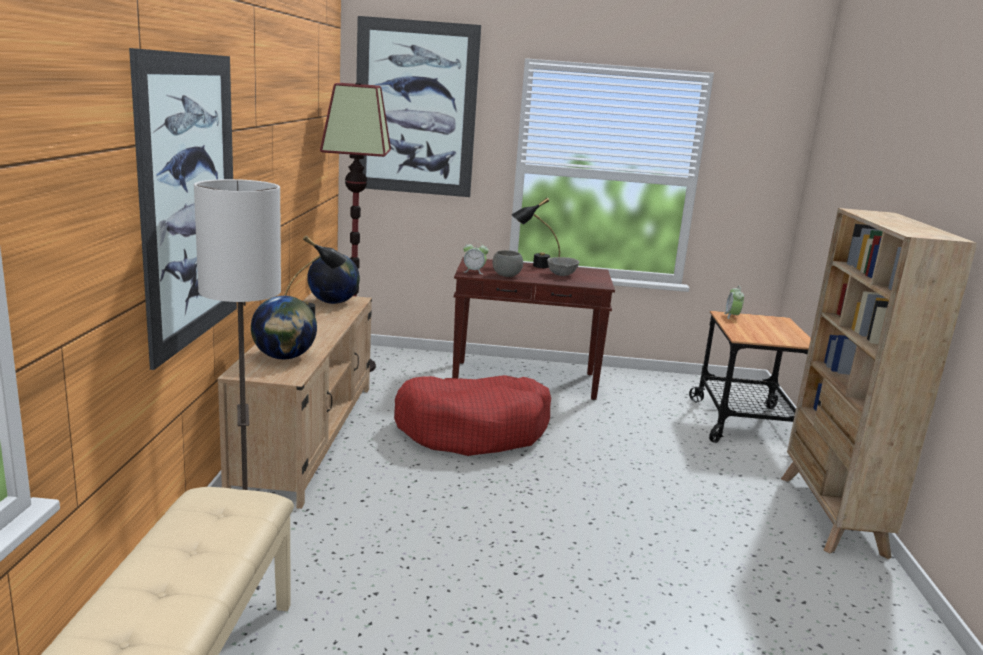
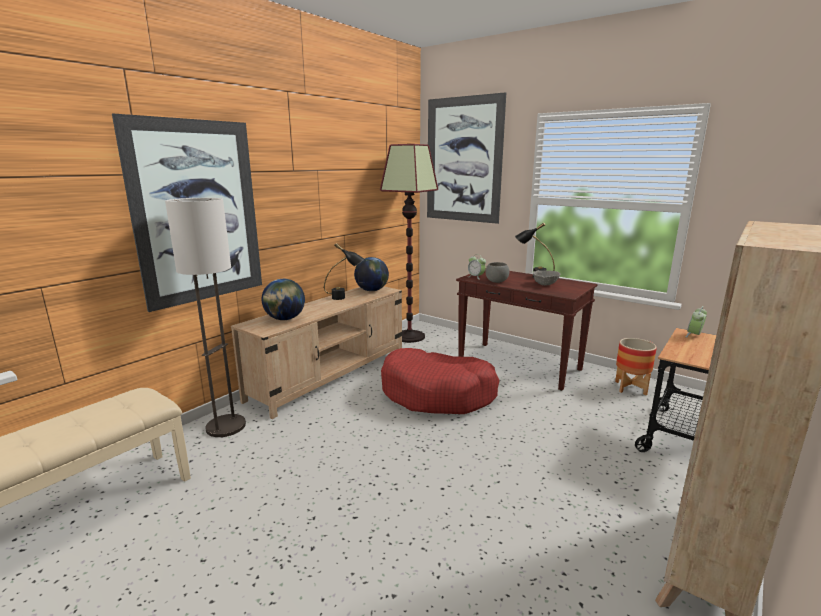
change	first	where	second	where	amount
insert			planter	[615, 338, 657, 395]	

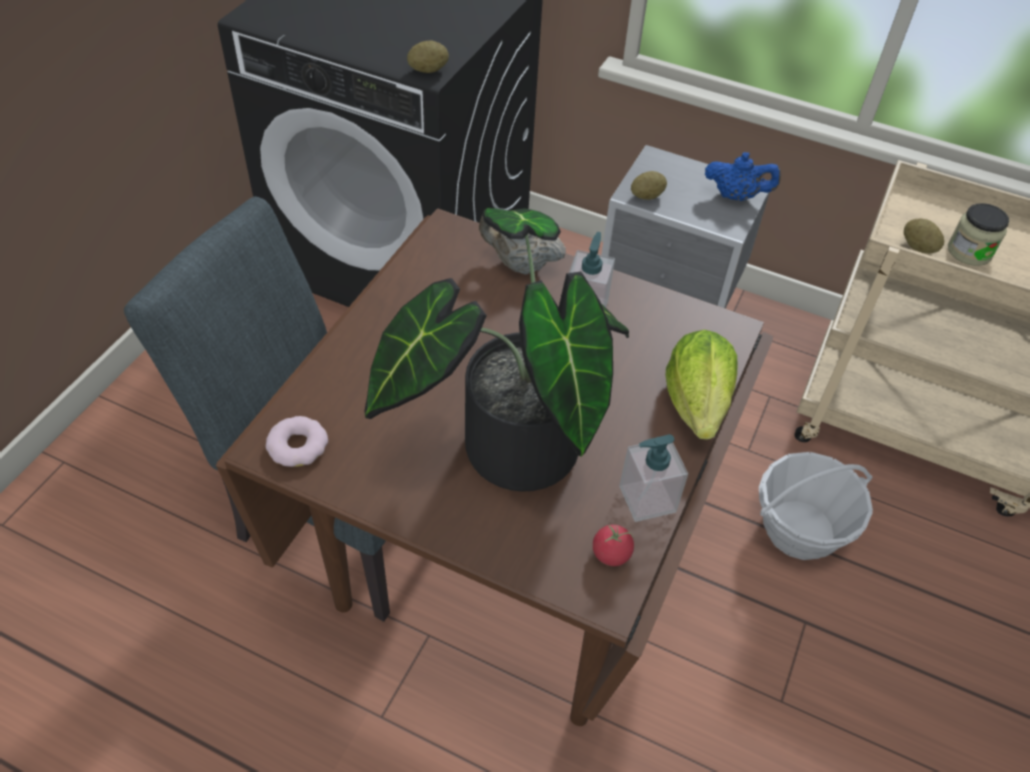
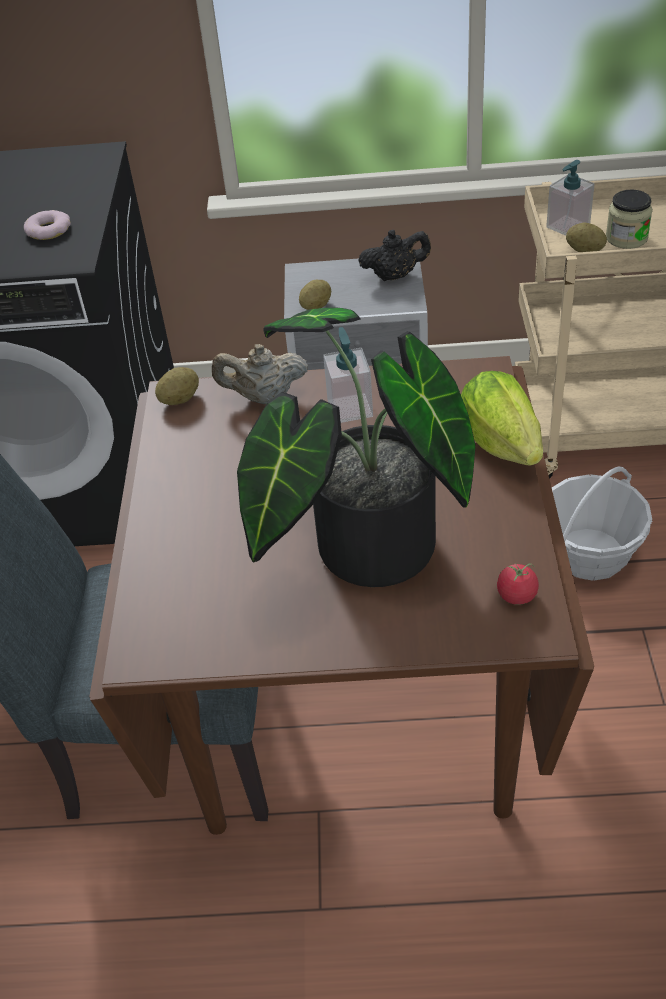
change	first	where	second	where	amount
move	donut	[266, 416, 328, 467]		[24, 210, 71, 240]	
move	spud	[407, 40, 449, 73]		[155, 367, 199, 405]	
move	soap bottle	[619, 434, 688, 522]		[546, 160, 595, 236]	
recolor	blue pot for tea	[705, 152, 781, 201]	black-coloured pot for tea	[358, 229, 431, 281]	

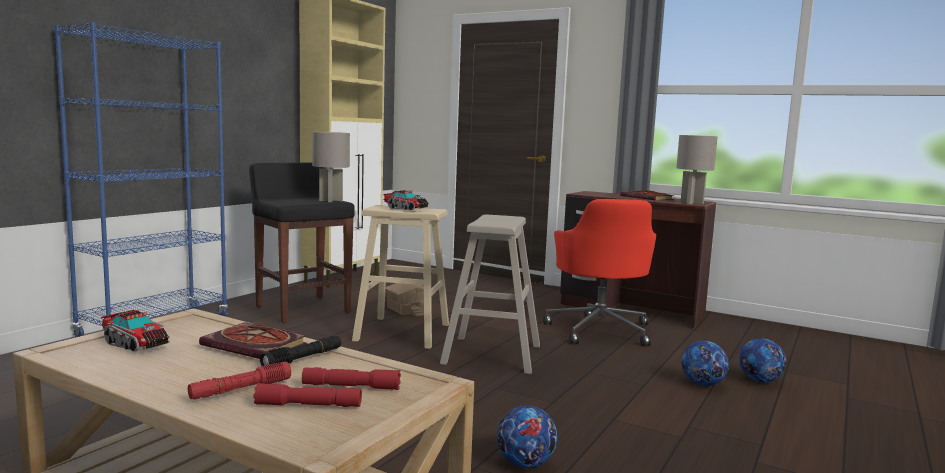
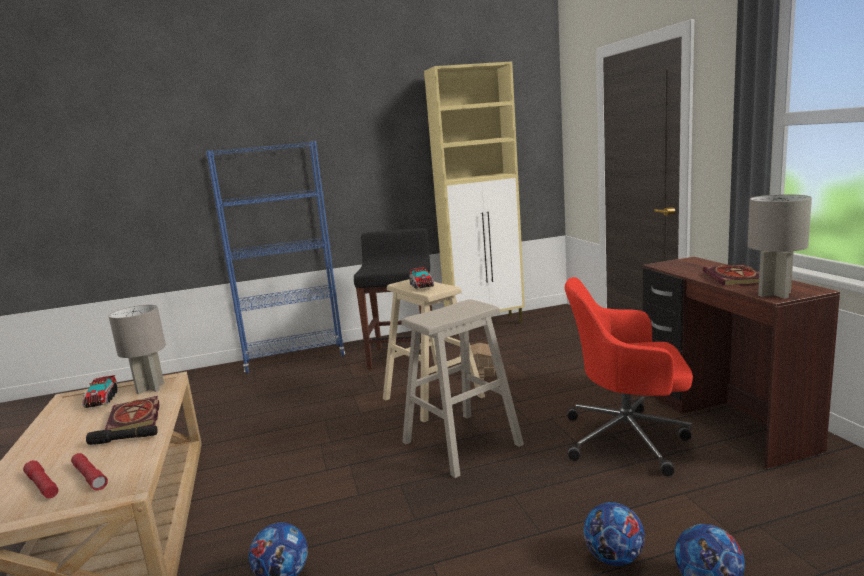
change	first	where	second	where	amount
delete	red-coloured torch	[188, 362, 291, 399]			
move	grey lamp for a table	[312, 132, 350, 202]		[108, 305, 166, 394]	
rotate	red-coloured office chair	[543, 199, 656, 346]		[565, 277, 693, 476]	60 degrees clockwise

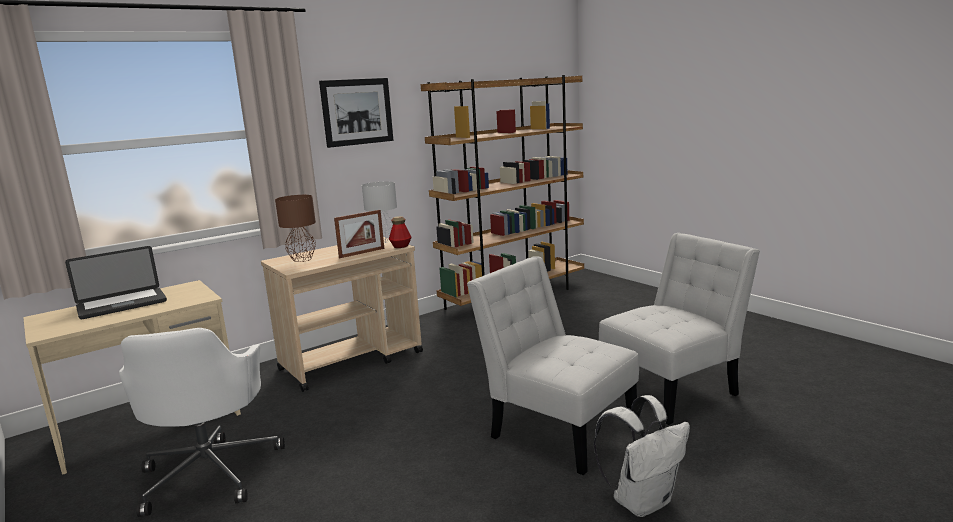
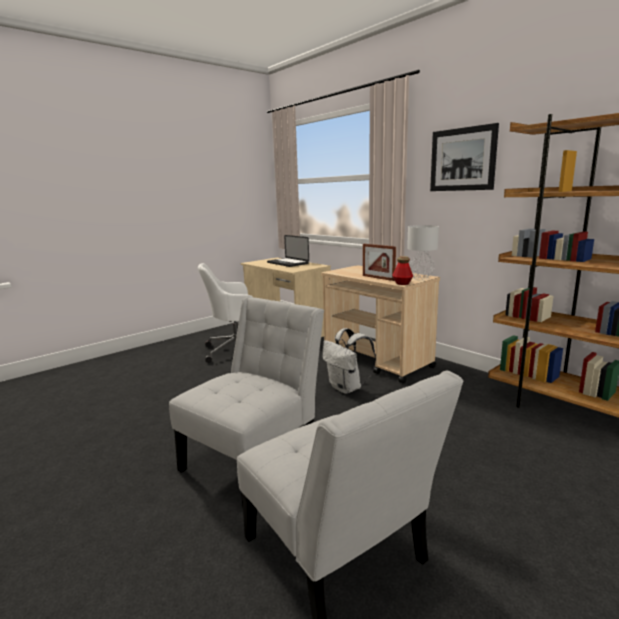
change	first	where	second	where	amount
delete	brown lamp for a table	[275, 195, 316, 262]			
move	white-coloured knapsack	[594, 395, 690, 517]		[322, 328, 376, 394]	

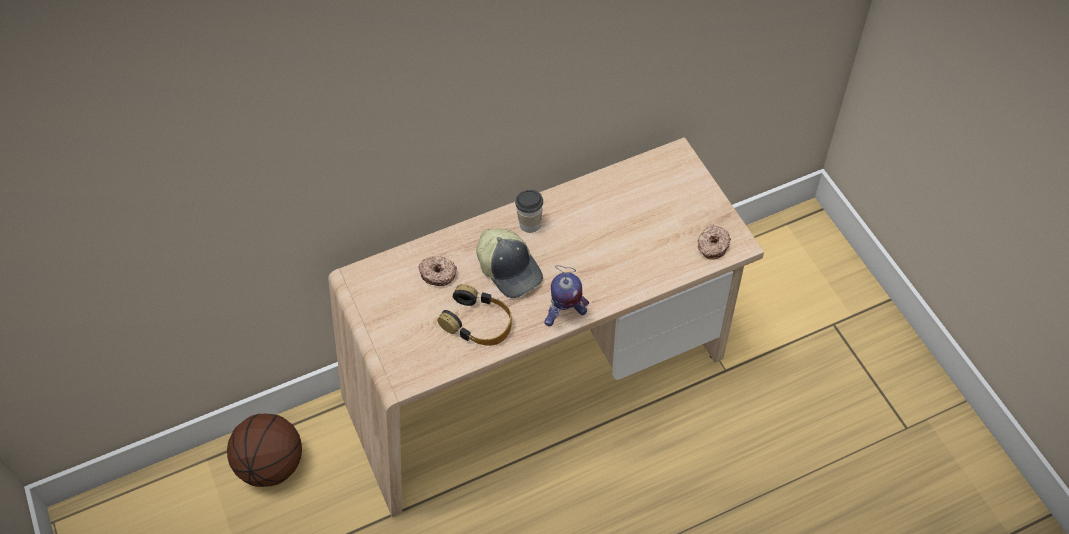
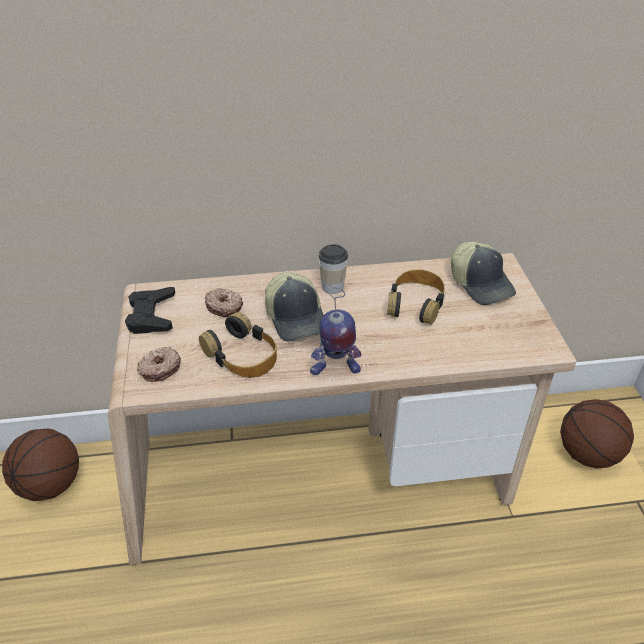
change	first	where	second	where	amount
insert			black-coloured gamepad	[125, 287, 175, 334]	
insert			headset	[387, 269, 446, 325]	
insert			baseball cap	[451, 242, 516, 305]	
insert			ball for basketball	[560, 399, 634, 468]	
move	donut	[698, 225, 731, 260]		[137, 347, 181, 382]	

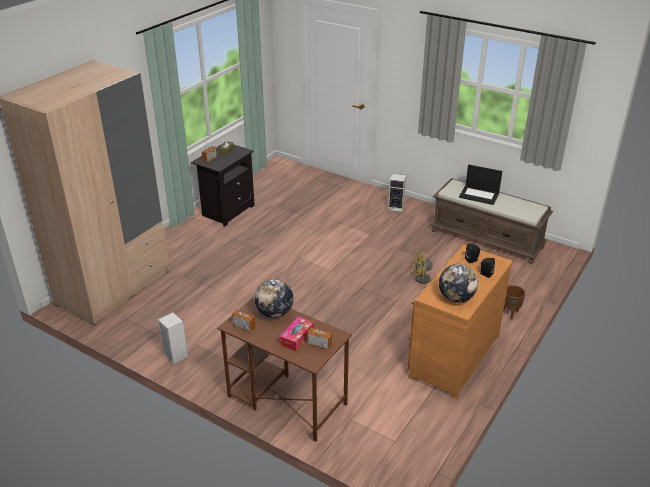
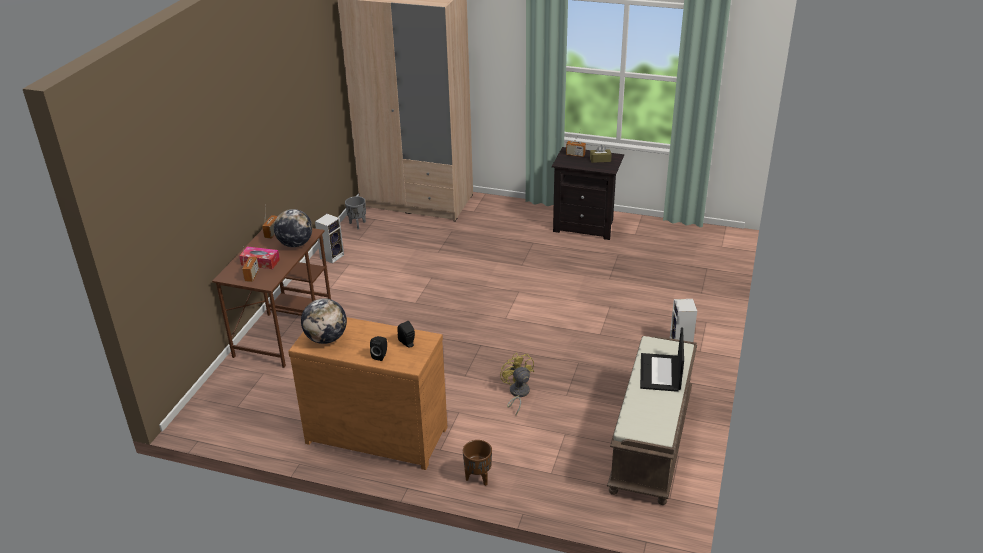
change	first	where	second	where	amount
insert			grey planter	[345, 196, 366, 229]	

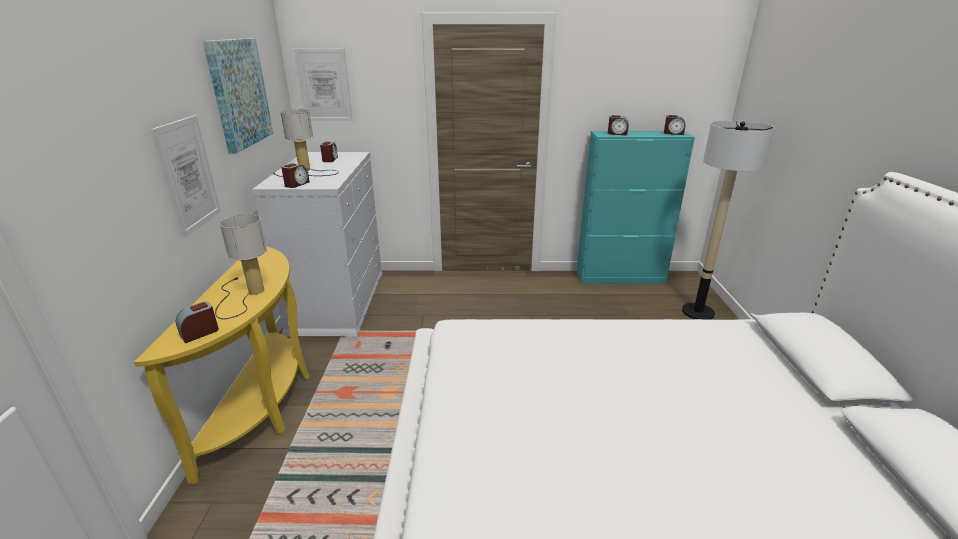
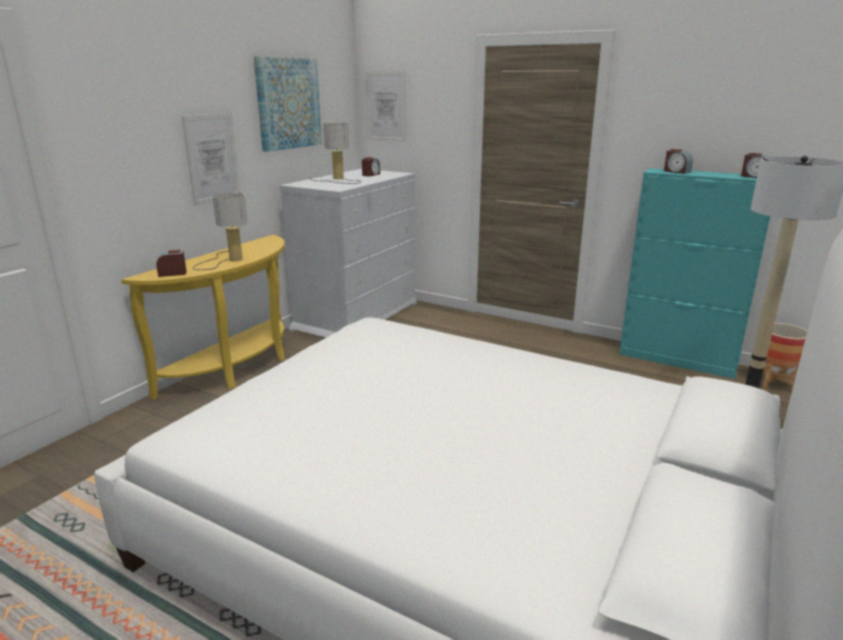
change	first	where	second	where	amount
delete	bedside clock	[281, 163, 310, 188]			
insert			planter	[762, 323, 807, 391]	

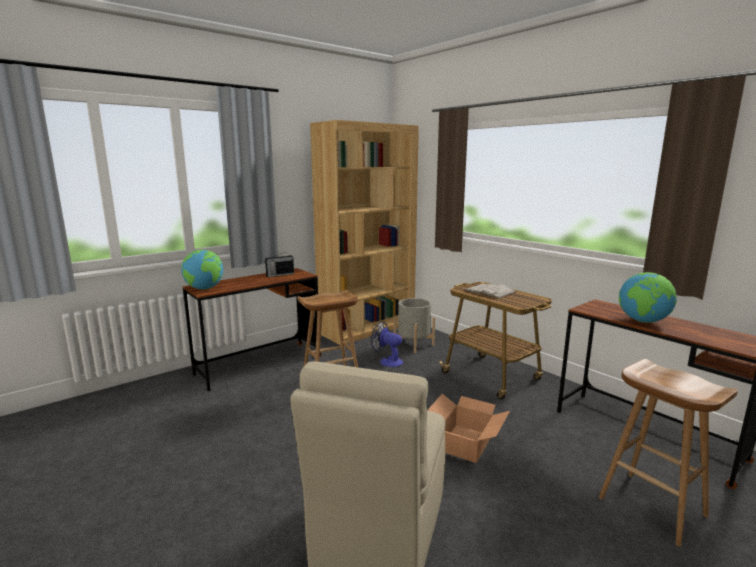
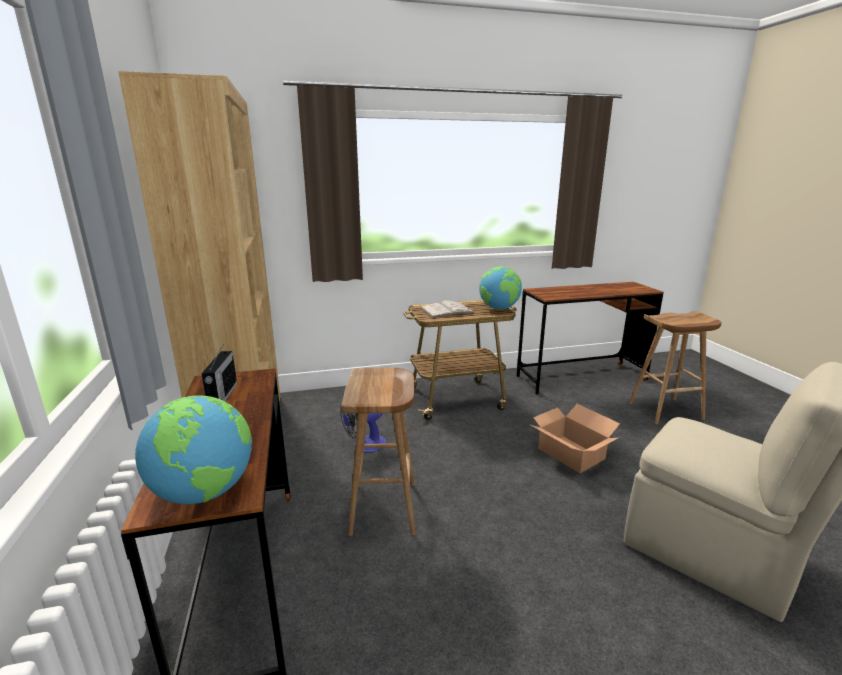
change	first	where	second	where	amount
delete	grey planter	[394, 298, 435, 353]			
move	desk globe	[619, 272, 677, 323]		[479, 267, 522, 310]	

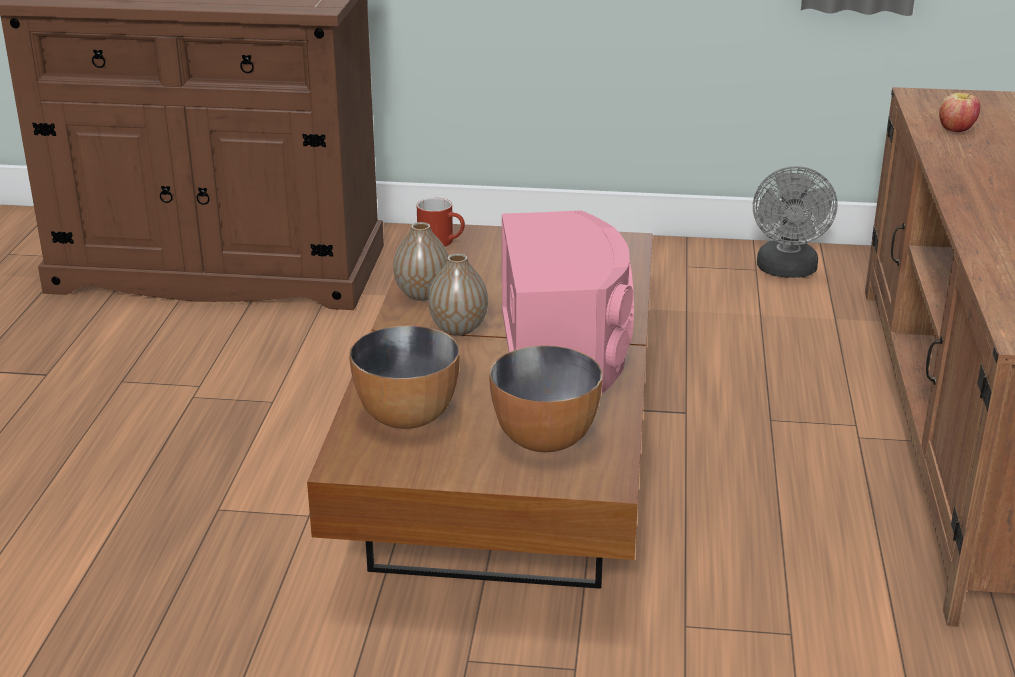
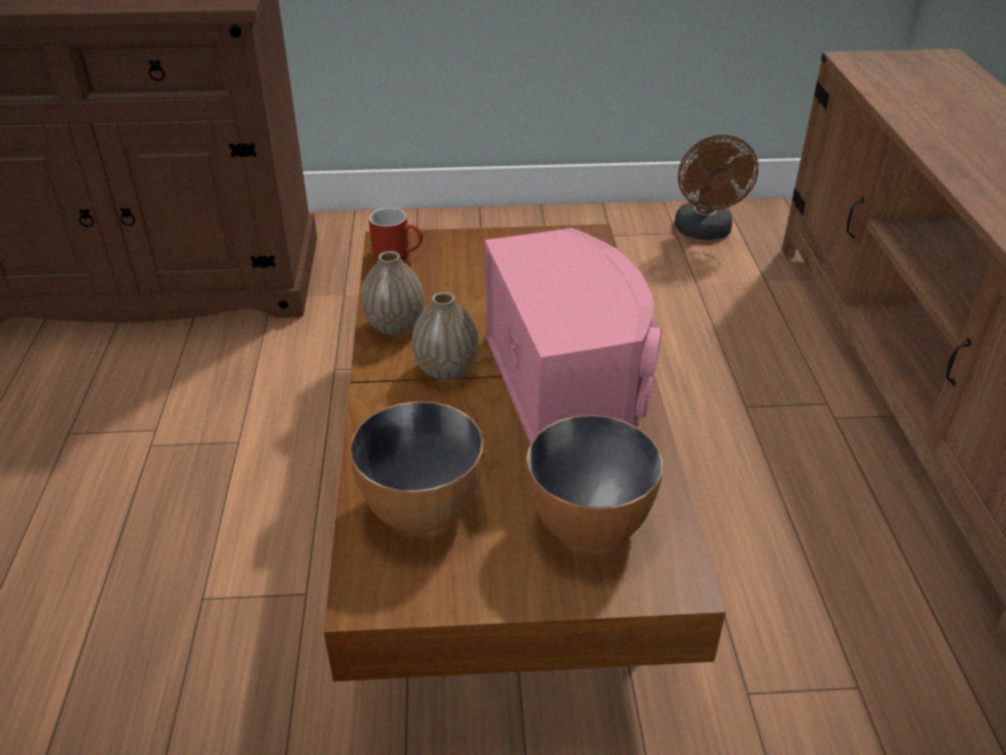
change	first	where	second	where	amount
delete	whole apple	[939, 92, 980, 132]			
recolor	grey electric fan	[753, 166, 837, 278]	brown electric fan	[675, 135, 759, 240]	

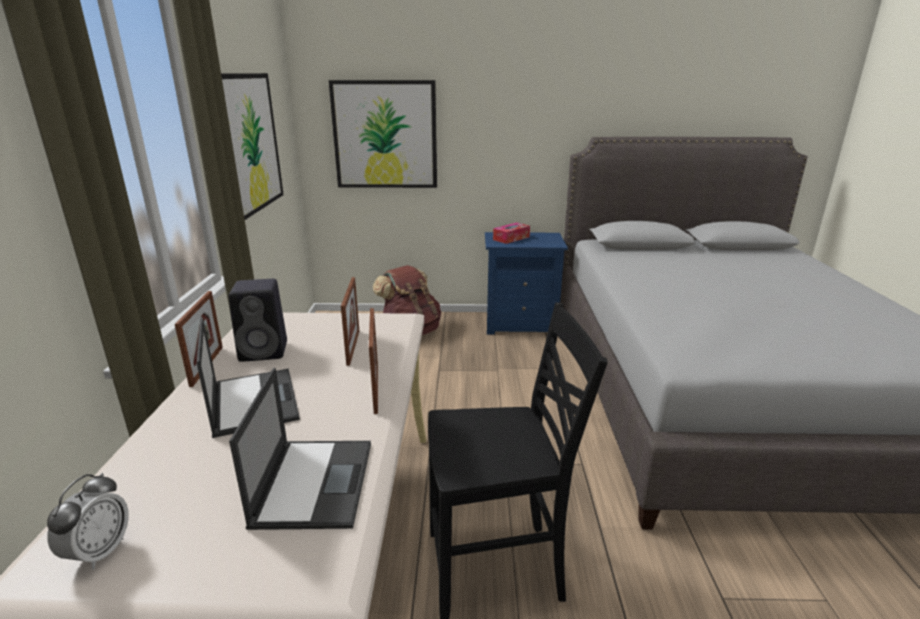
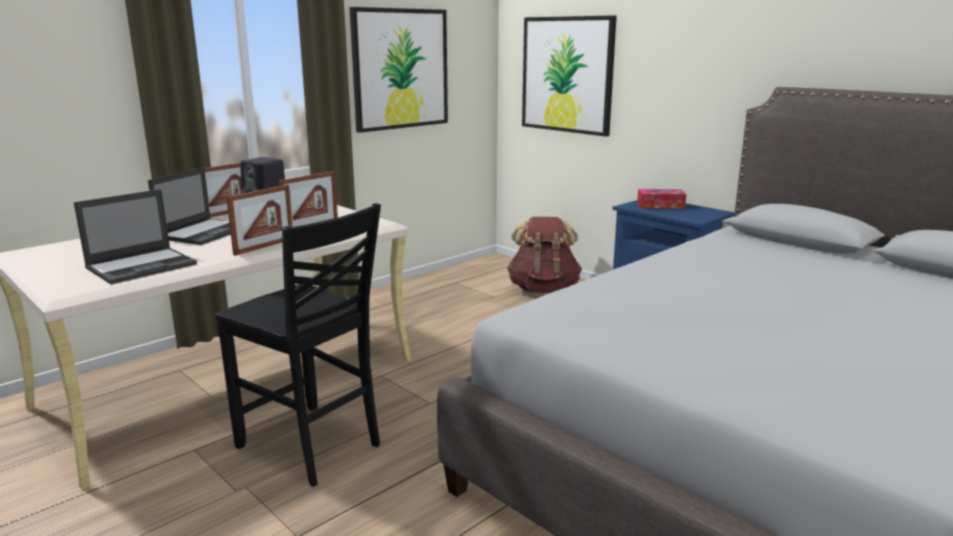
change	first	where	second	where	amount
delete	bedside clock	[47, 473, 129, 570]			

